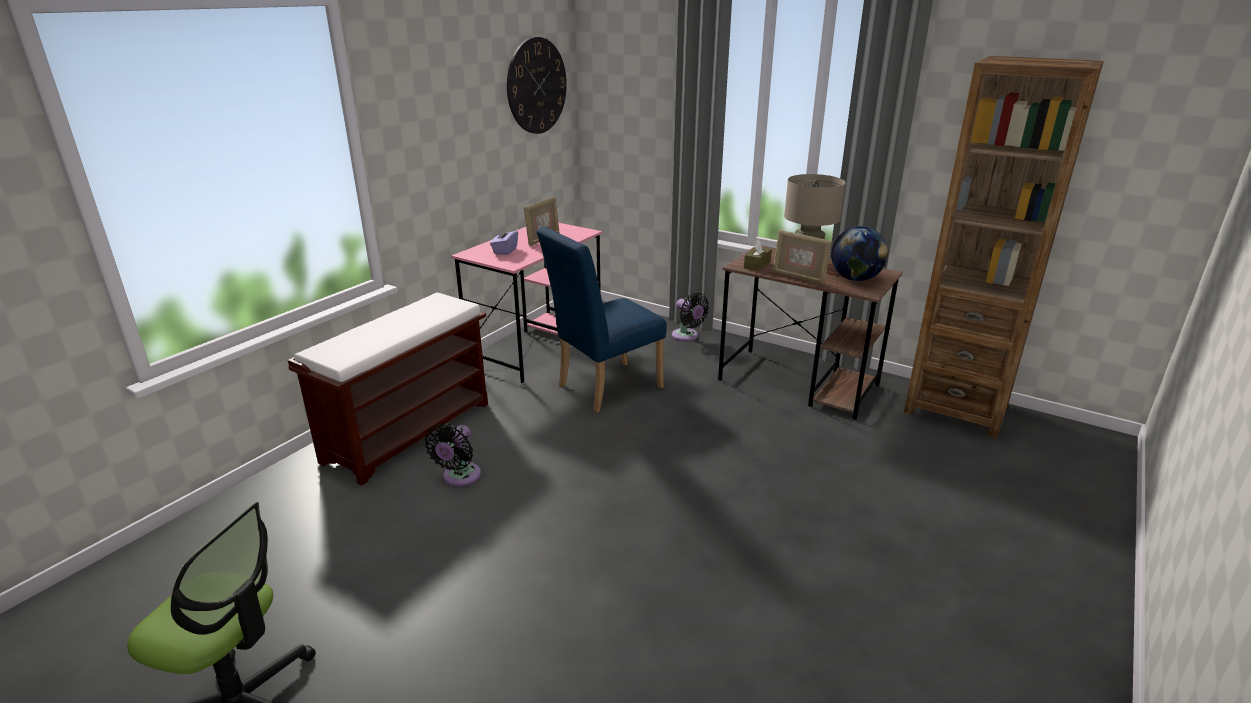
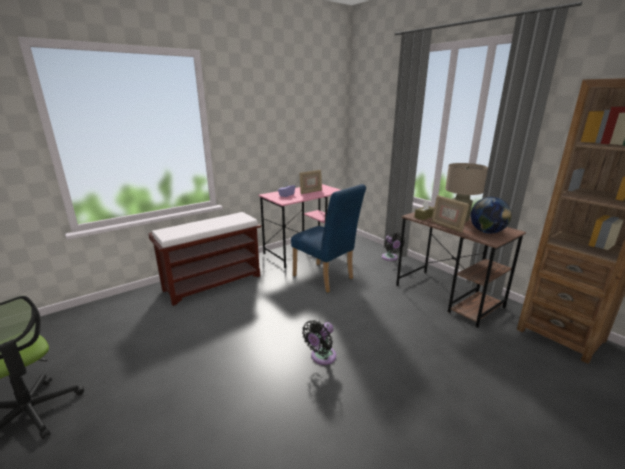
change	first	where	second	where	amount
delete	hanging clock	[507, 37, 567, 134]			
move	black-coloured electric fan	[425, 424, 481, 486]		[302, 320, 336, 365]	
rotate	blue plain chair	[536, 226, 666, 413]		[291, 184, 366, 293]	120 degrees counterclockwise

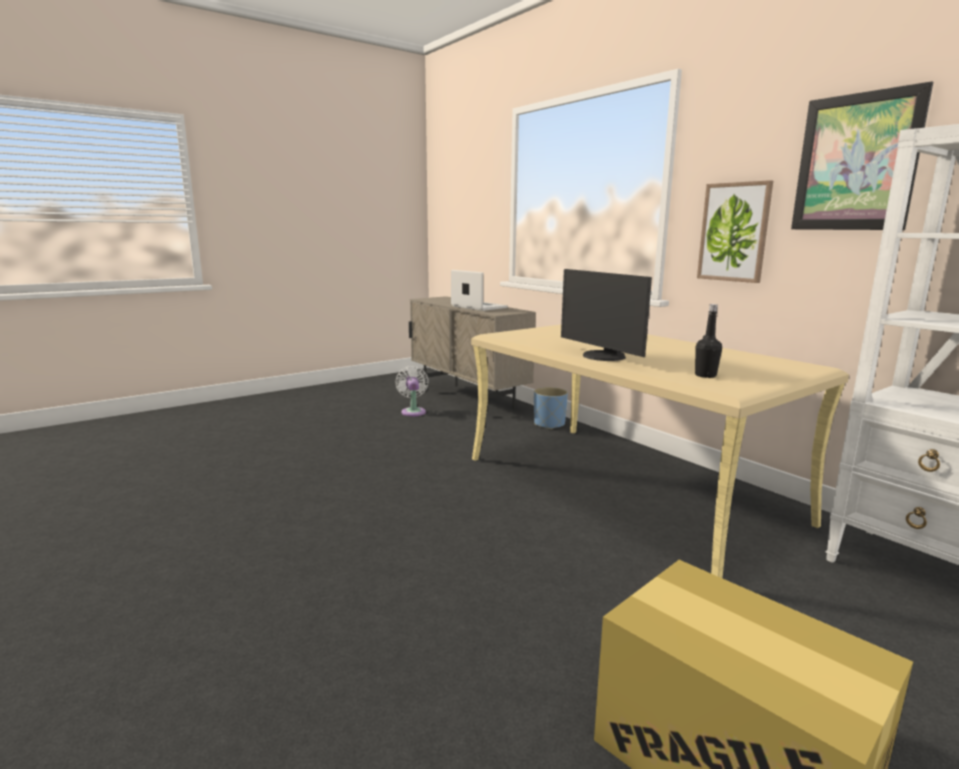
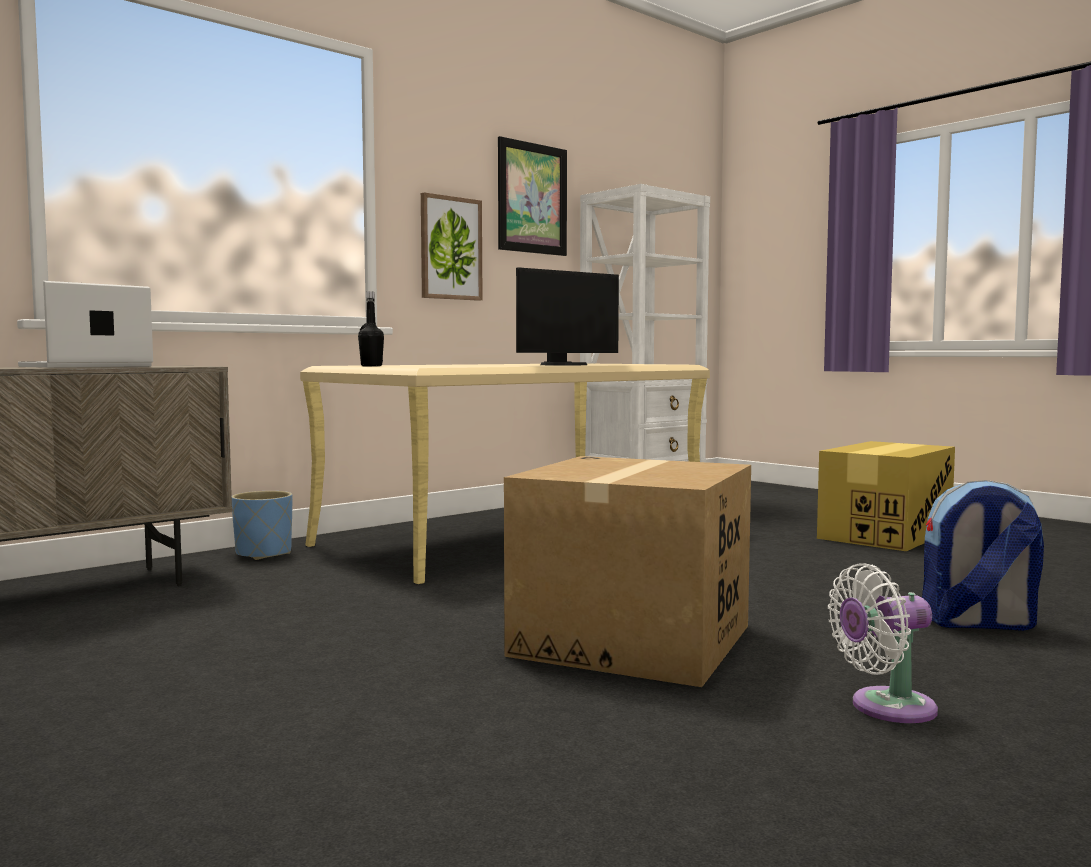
change	first	where	second	where	amount
insert			cardboard box	[504, 456, 751, 687]	
insert			knapsack	[922, 480, 1044, 631]	
move	white-coloured electric fan	[396, 366, 428, 416]		[828, 563, 938, 723]	
move	black-coloured beverage bottle	[695, 304, 722, 378]		[358, 292, 384, 366]	

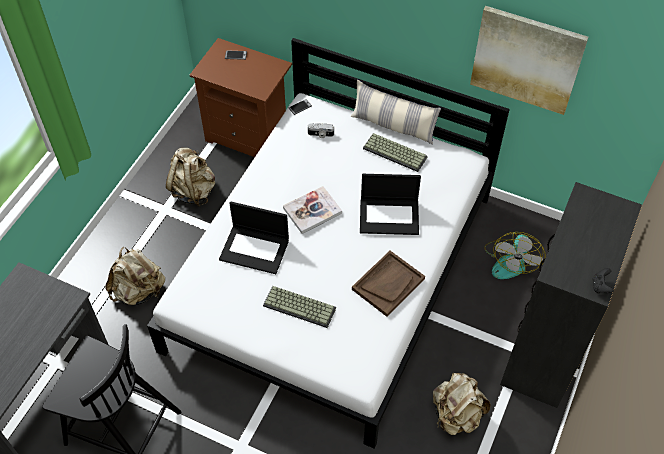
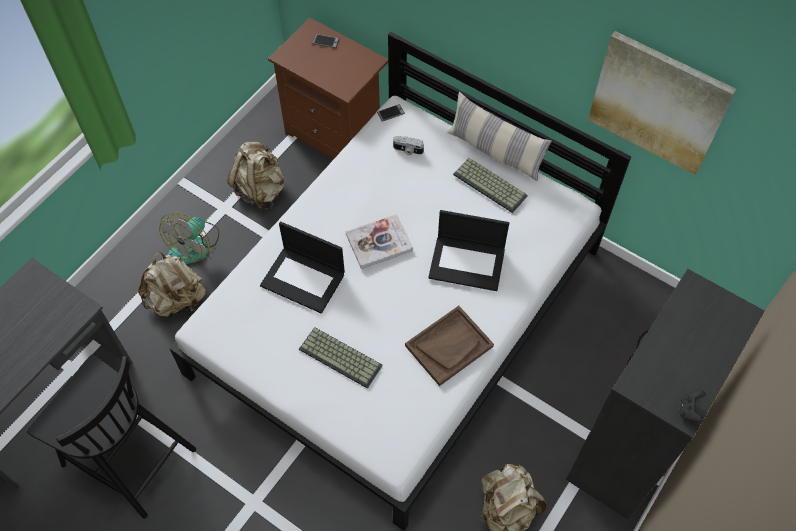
change	first	where	second	where	amount
move	electric fan	[484, 232, 545, 279]		[159, 213, 219, 264]	

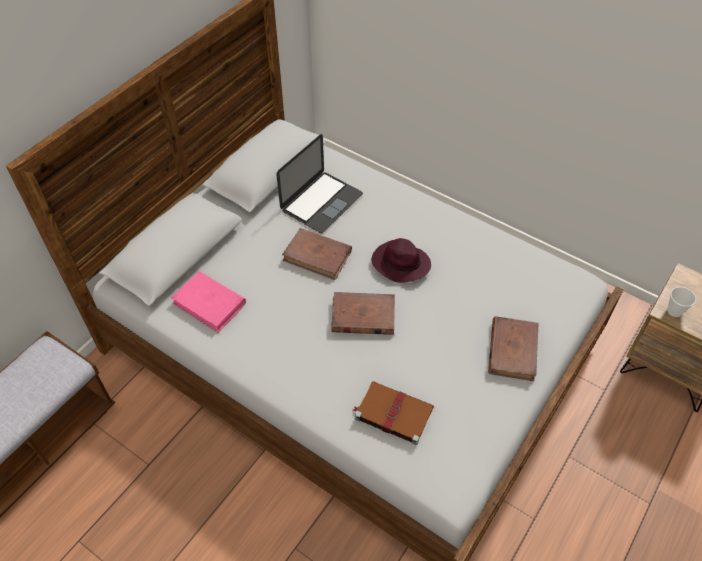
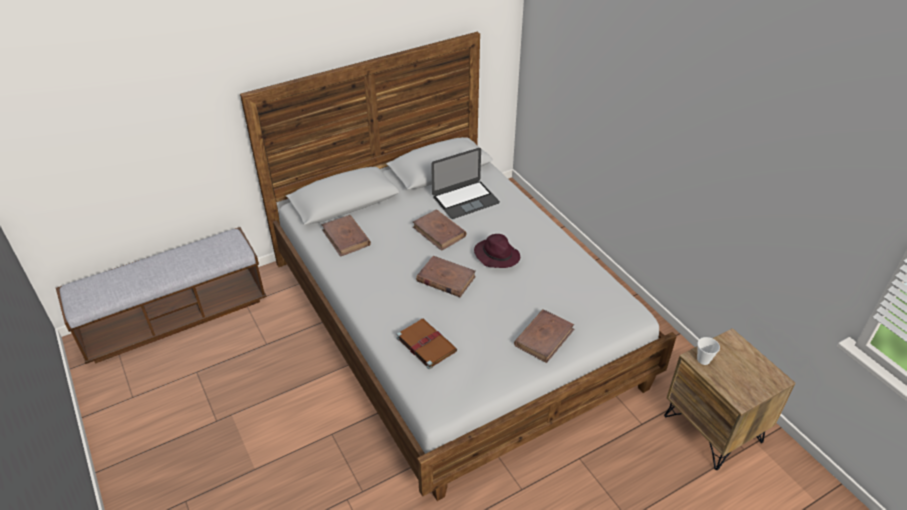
change	first	where	second	where	amount
recolor	pink volume	[171, 271, 246, 333]	brown volume	[321, 215, 371, 257]	

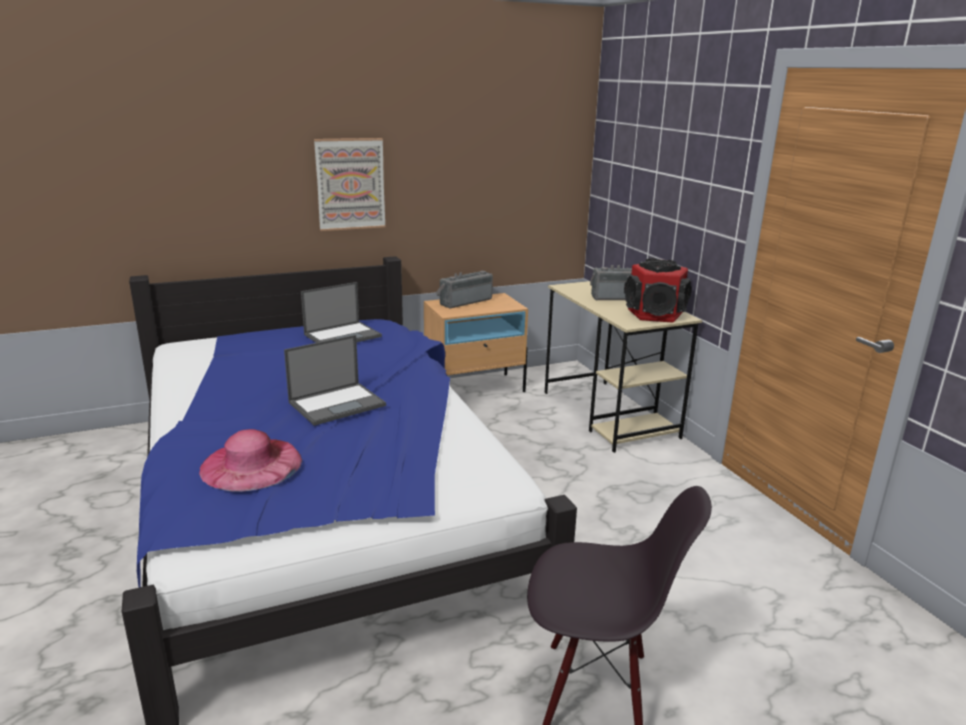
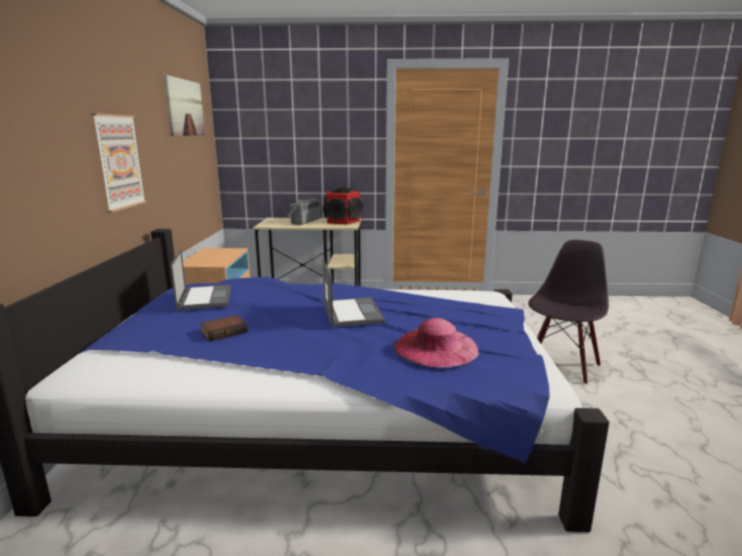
change	first	where	second	where	amount
delete	radio set	[436, 271, 493, 309]			
insert			picture	[164, 75, 205, 136]	
insert			volume	[200, 315, 248, 342]	

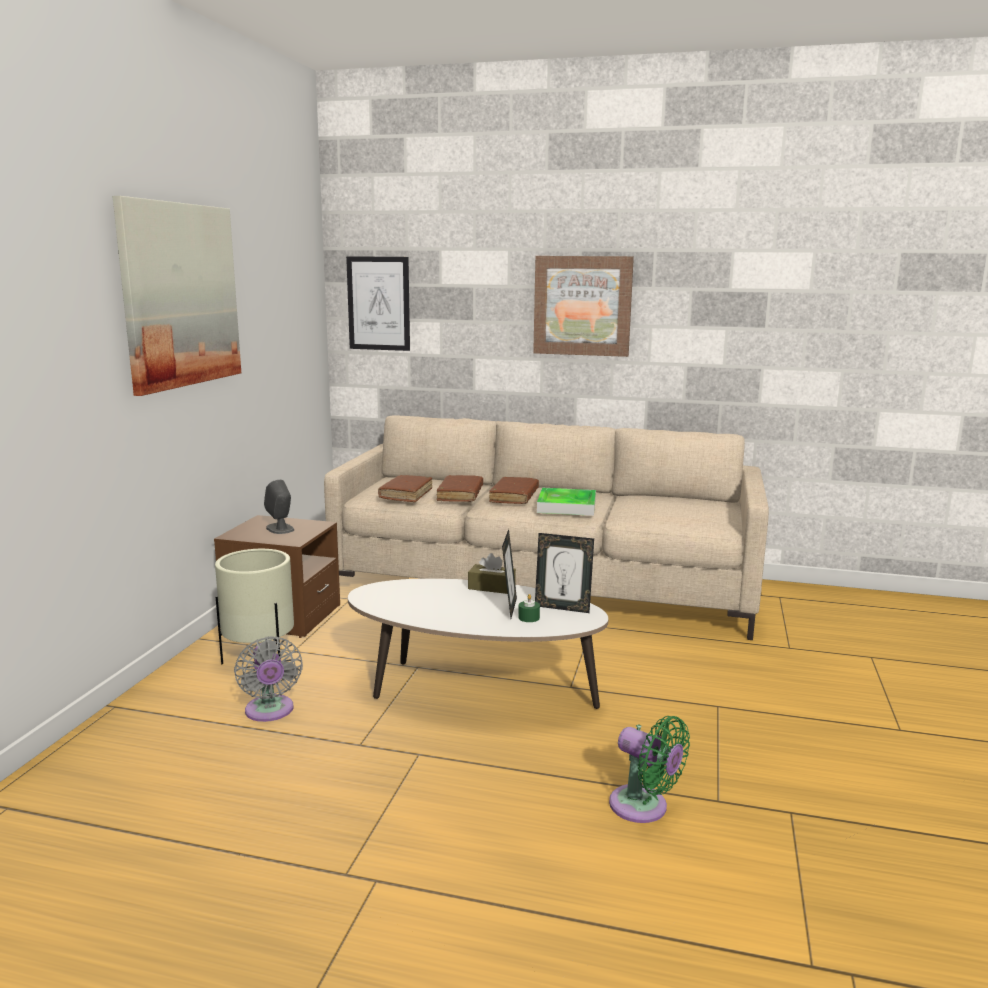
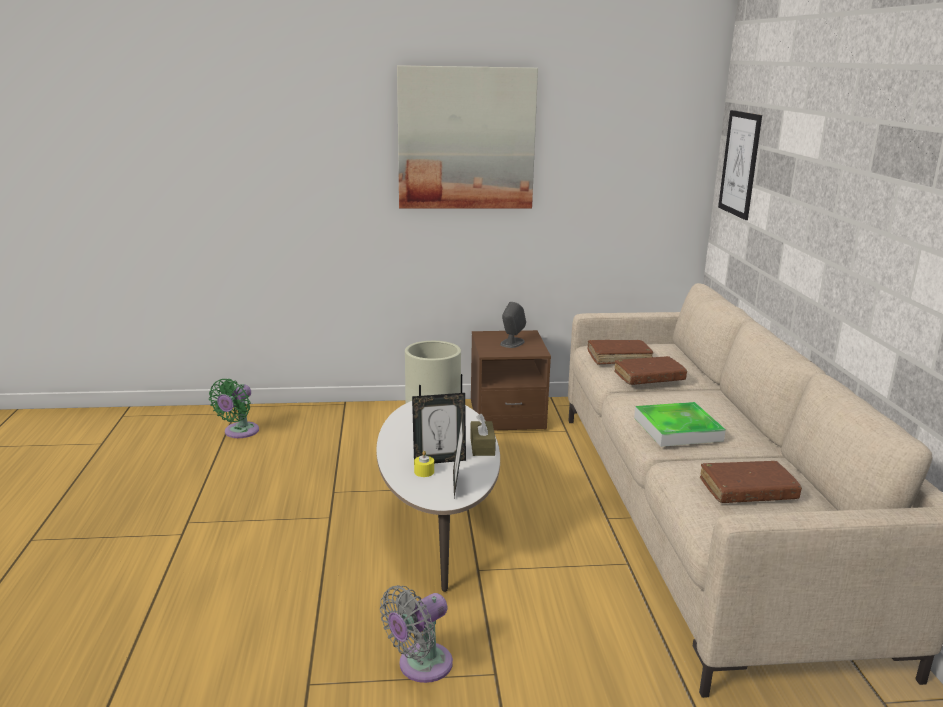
change	first	where	second	where	amount
delete	picture	[533, 256, 634, 357]			
move	grey electric fan	[234, 636, 303, 722]		[380, 585, 453, 683]	
move	brown volume	[489, 477, 539, 504]		[700, 461, 802, 503]	
move	green-coloured electric fan	[609, 716, 690, 823]		[209, 379, 259, 438]	
recolor	green-coloured wax candle	[518, 594, 540, 622]	yellowish wax candle	[414, 451, 434, 477]	

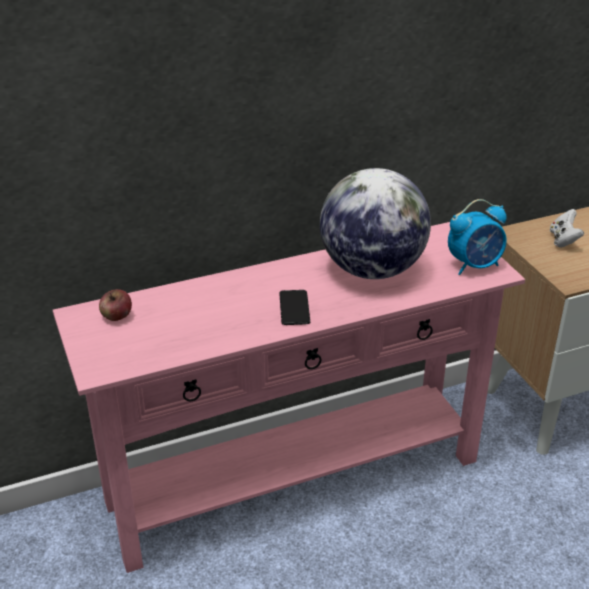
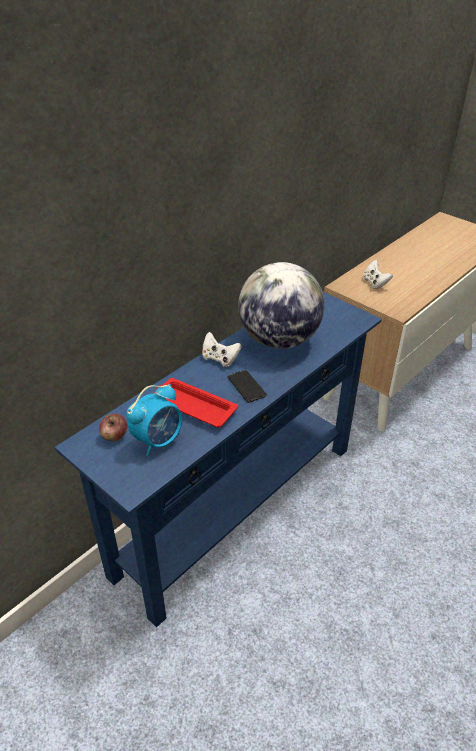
change	first	where	second	where	amount
insert			red-coloured serving tray	[154, 378, 238, 428]	
insert			white-coloured gamepad	[202, 332, 242, 367]	
move	bedside clock	[448, 199, 507, 275]		[126, 384, 182, 457]	
recolor	pink console table	[53, 222, 525, 573]	blue console table	[55, 291, 382, 627]	

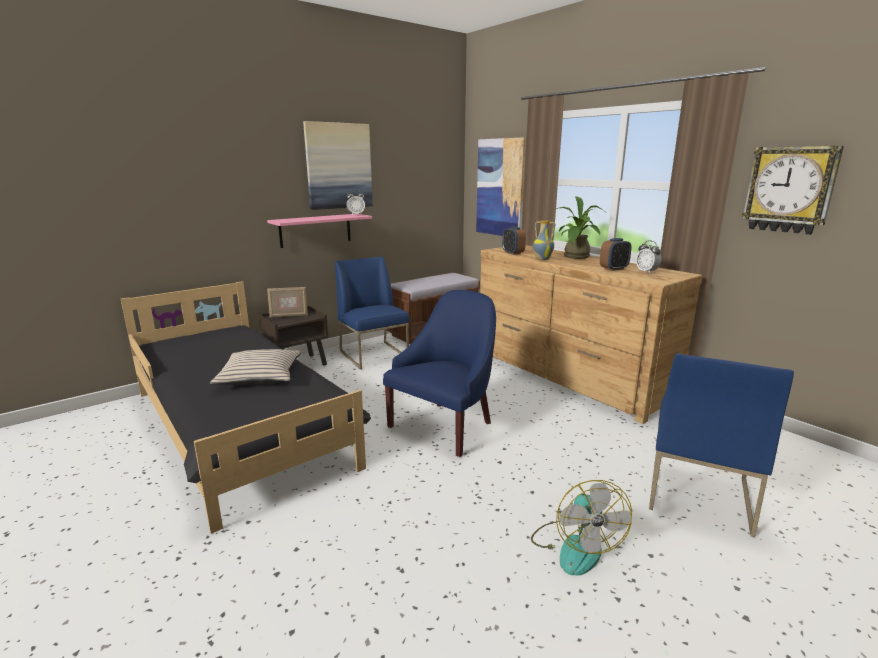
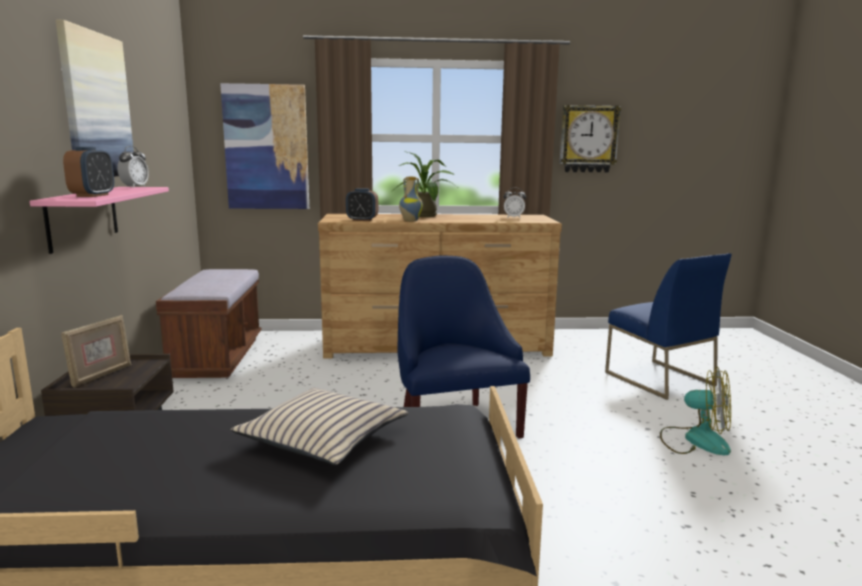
change	first	where	second	where	amount
delete	blue plain chair	[335, 257, 409, 370]			
move	bedside clock	[600, 238, 632, 271]		[63, 147, 114, 197]	

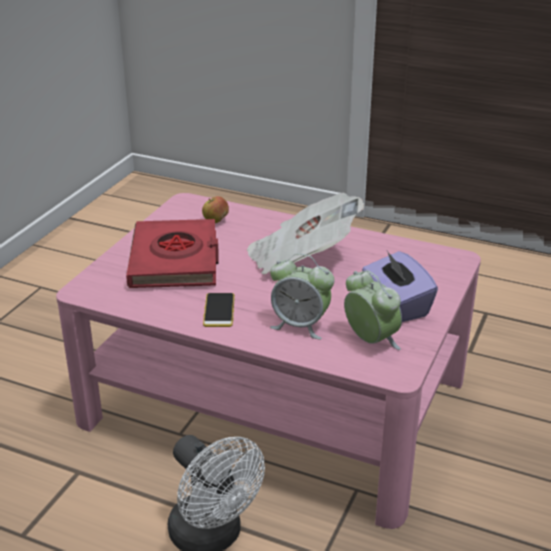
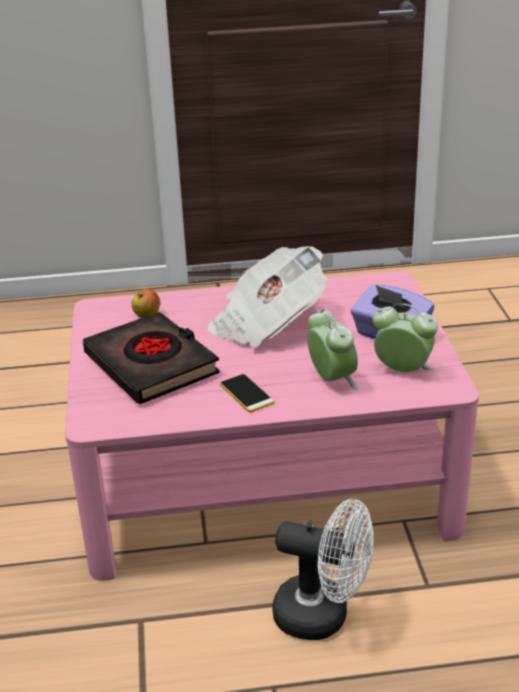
change	first	where	second	where	amount
recolor	red-coloured volume	[126, 219, 219, 288]	black-coloured volume	[83, 312, 220, 404]	
rotate	bedside clock	[270, 253, 335, 339]		[307, 309, 358, 390]	105 degrees counterclockwise

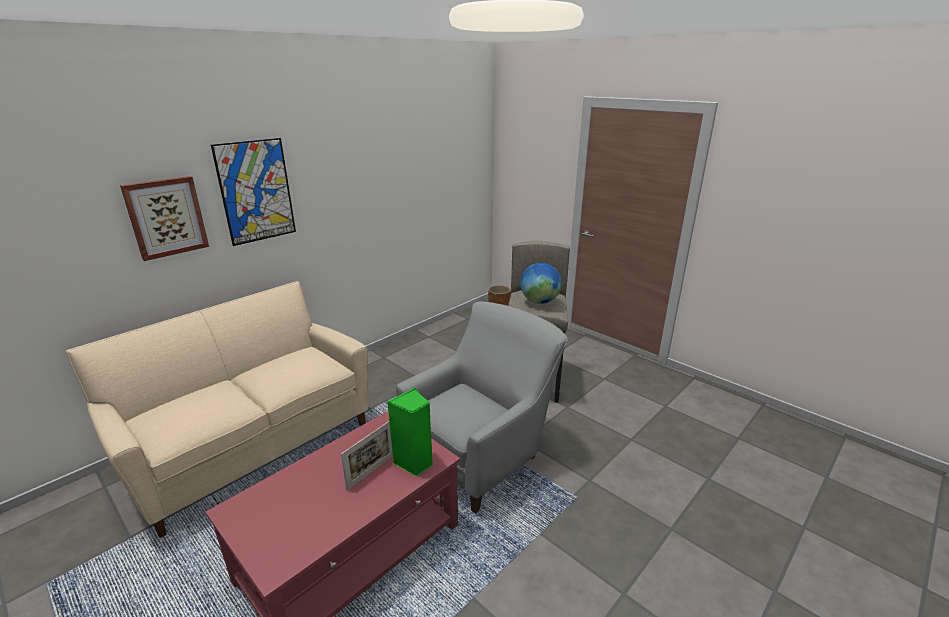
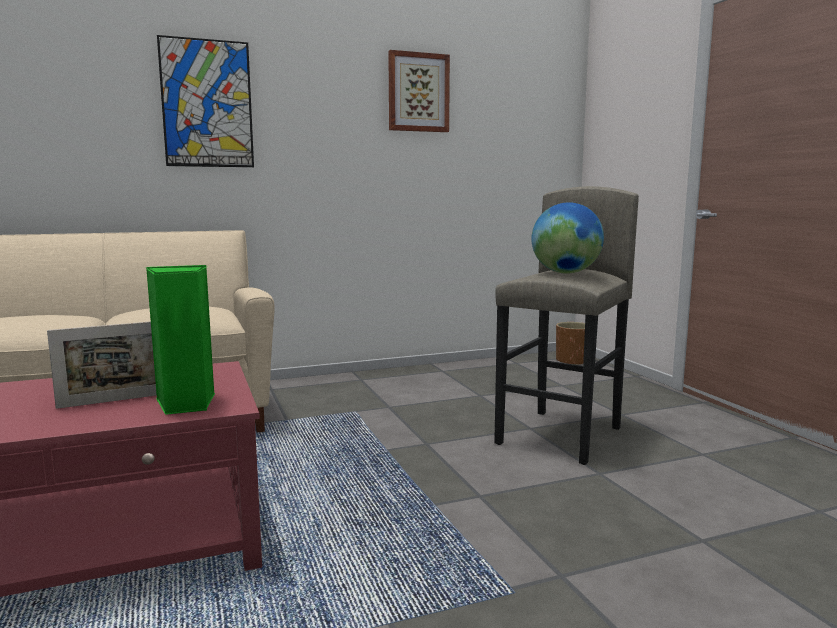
change	first	where	second	where	amount
delete	grey lounge chair	[396, 302, 568, 513]			
move	picture	[120, 176, 209, 261]		[388, 50, 450, 132]	

